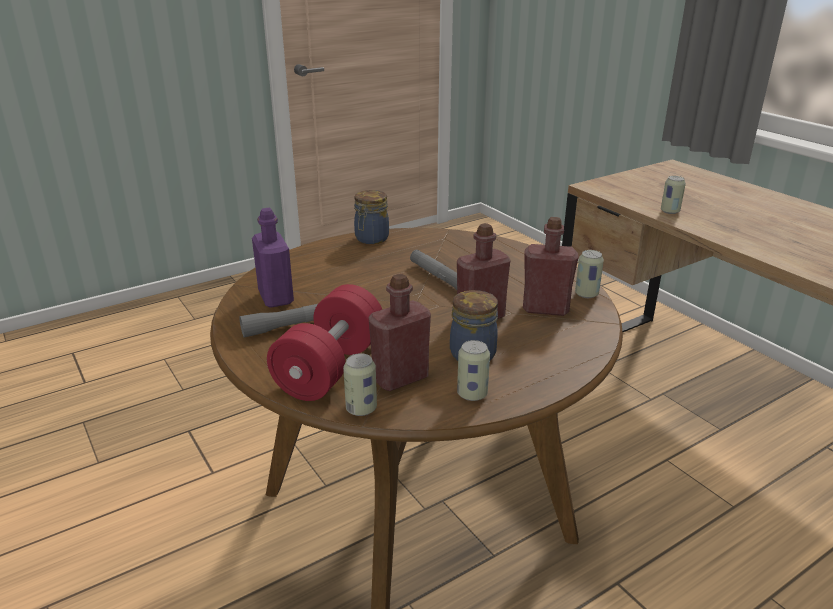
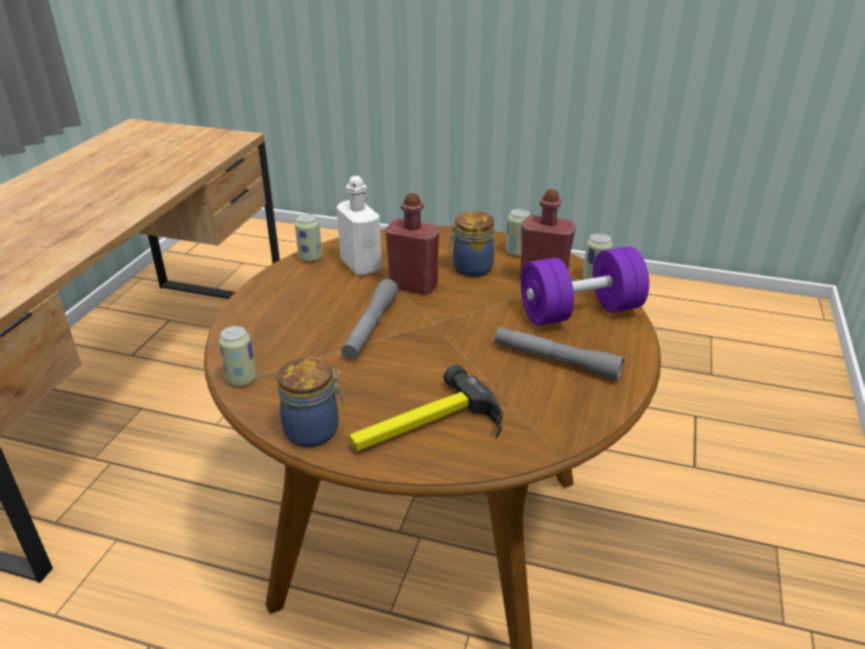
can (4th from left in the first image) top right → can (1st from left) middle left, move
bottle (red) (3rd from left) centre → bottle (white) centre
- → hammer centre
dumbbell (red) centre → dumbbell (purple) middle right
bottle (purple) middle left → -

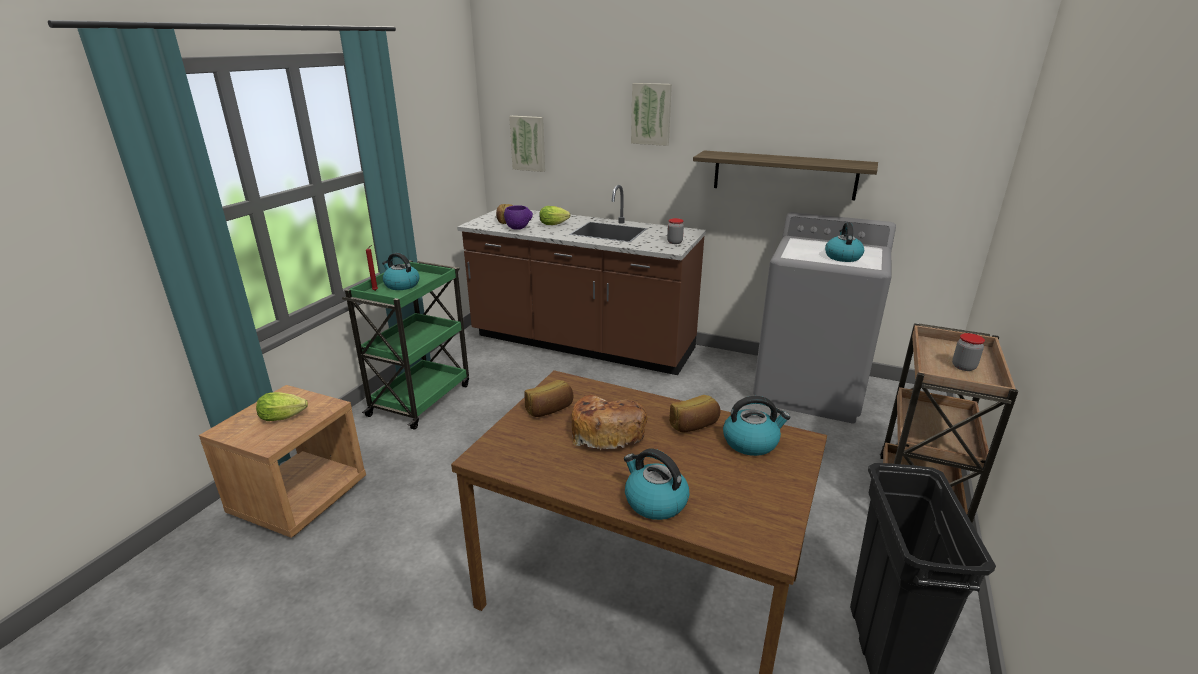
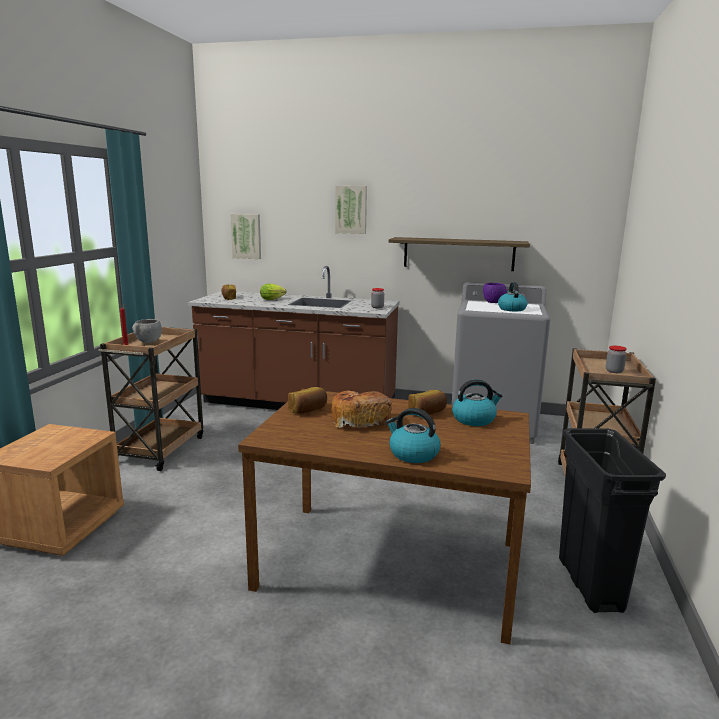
cart (green) centre → cart (brown) (1st from left) middle left
kettle (1st from left) centre → bowl (grey) middle left
bowl (purple) top centre → bowl (purple) middle right, move
lettuce (1st from left) middle left → -

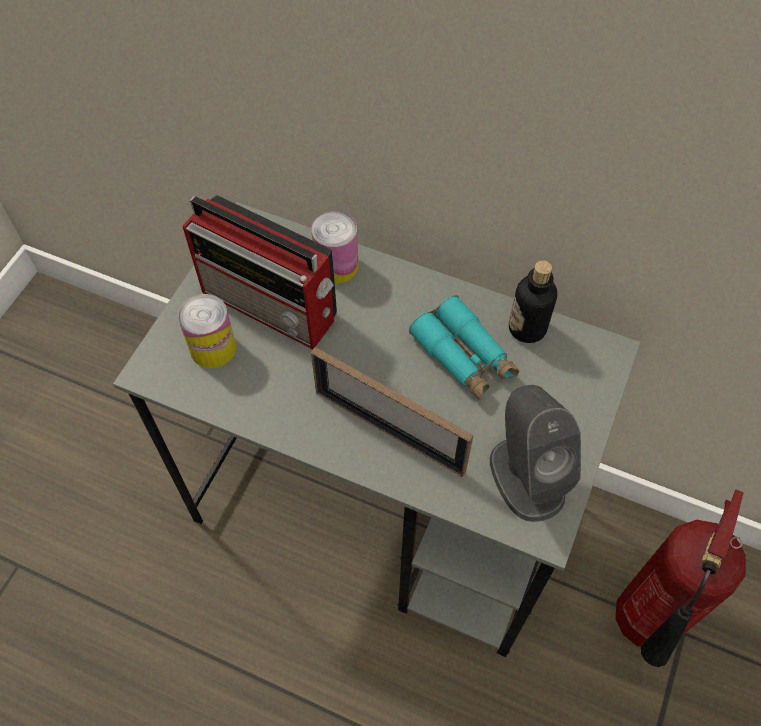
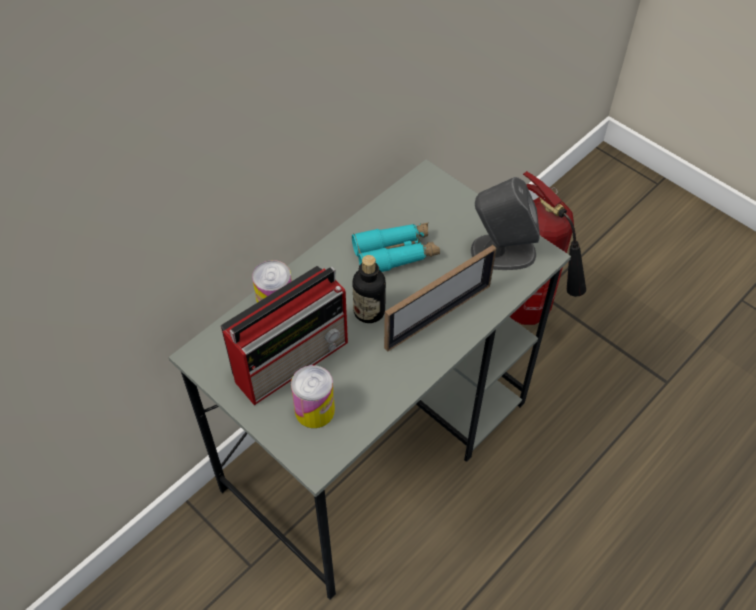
bottle middle right → bottle centre, move

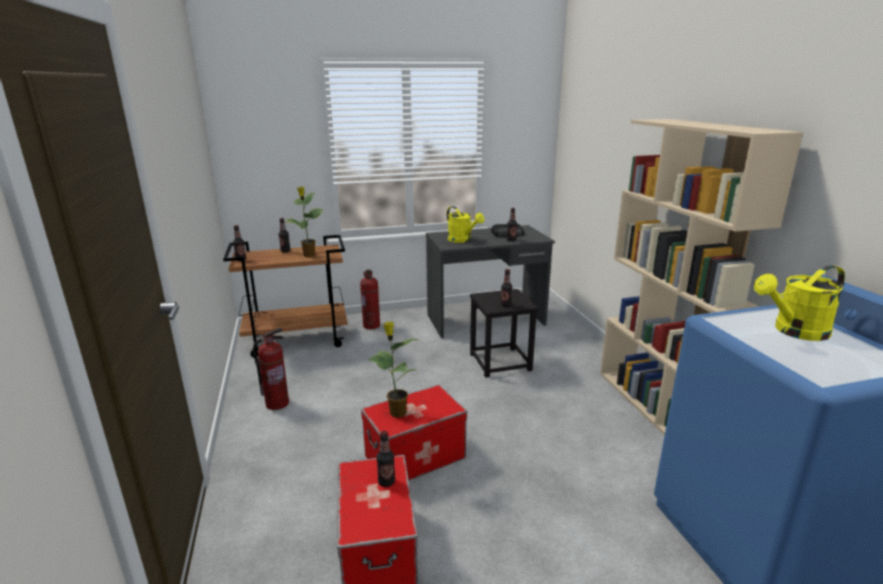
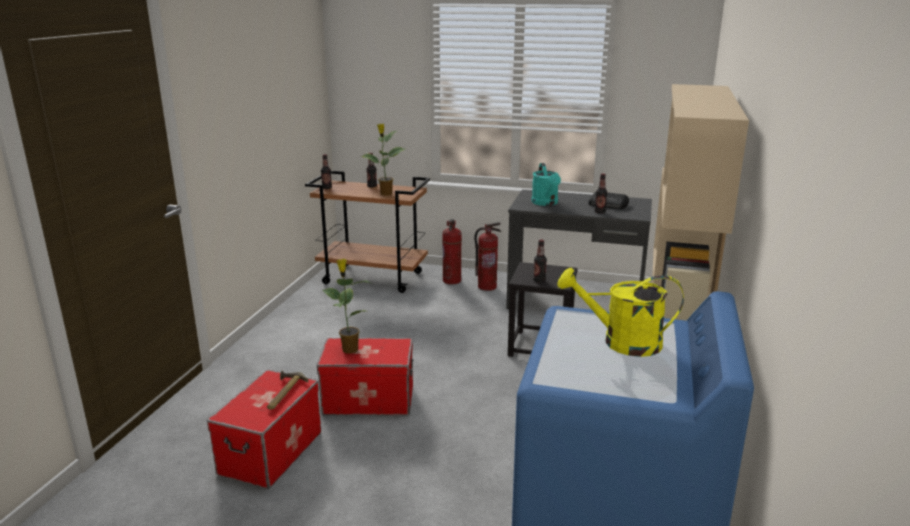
bottle (3rd from left) bottom centre → hammer bottom left
fire extinguisher (1st from left in the first image) middle left → fire extinguisher (2nd from left) centre, move
watering can (yellow) (1st from left) centre → watering can (turquoise) centre

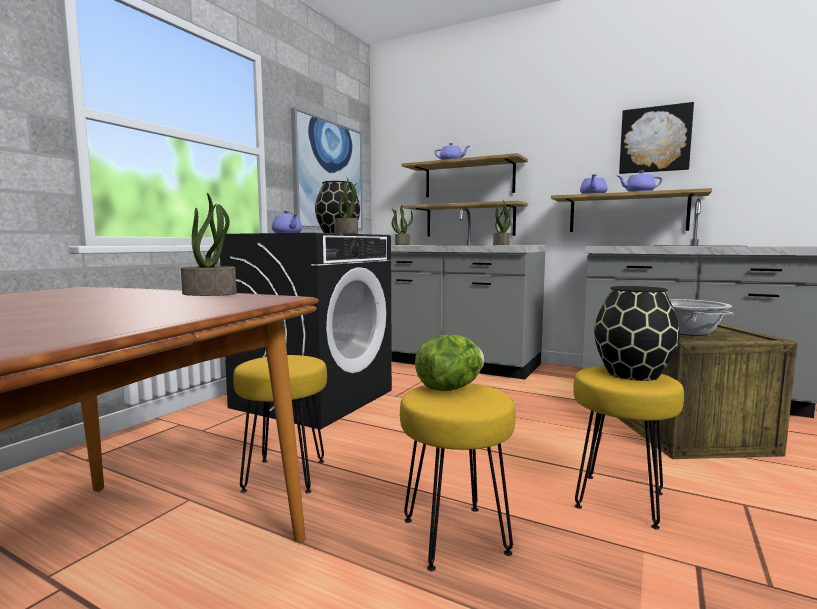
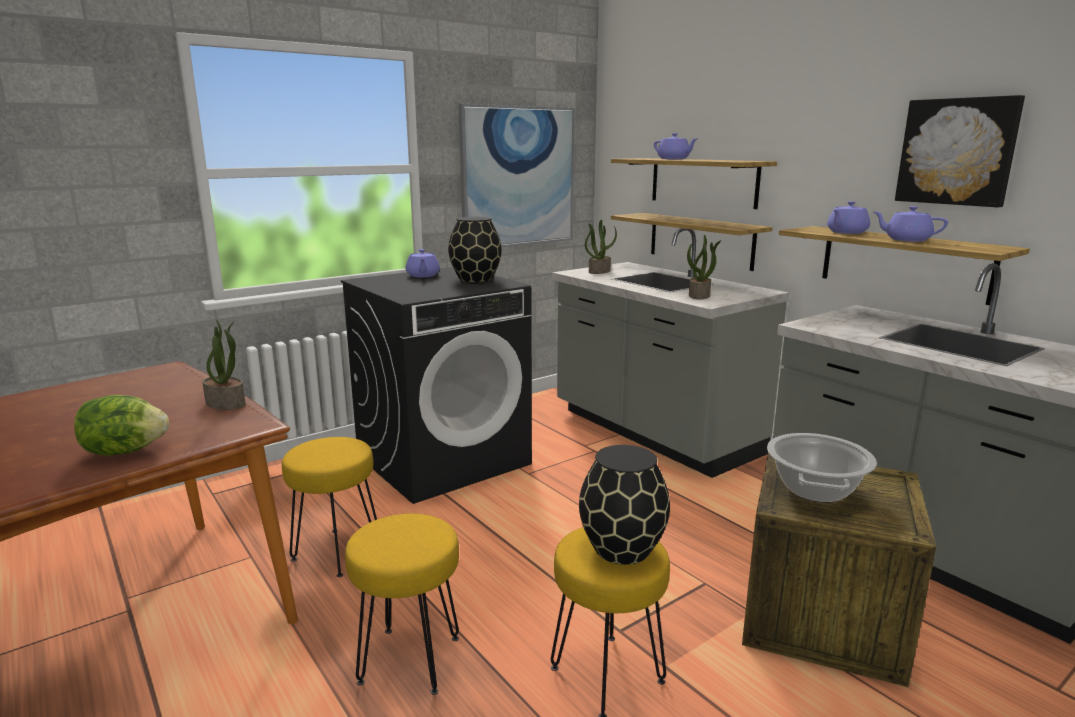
lettuce centre → lettuce middle left, move
potted plant (2nd from left) centre → -

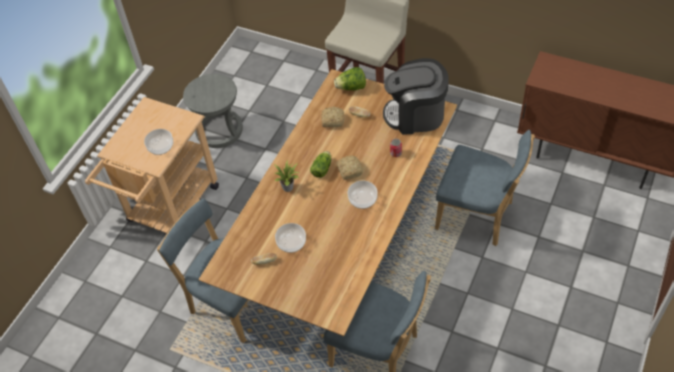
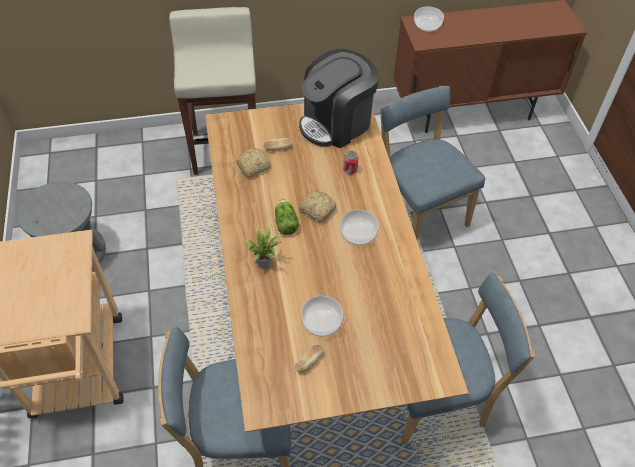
chair (blue) (3rd from left in the first image) middle right → chair (blue) (2nd from left) middle right, 105 degrees counterclockwise
bowl (1st from left in the first image) middle left → bowl (3rd from left) top right, move
lettuce (2nd from left) top centre → -

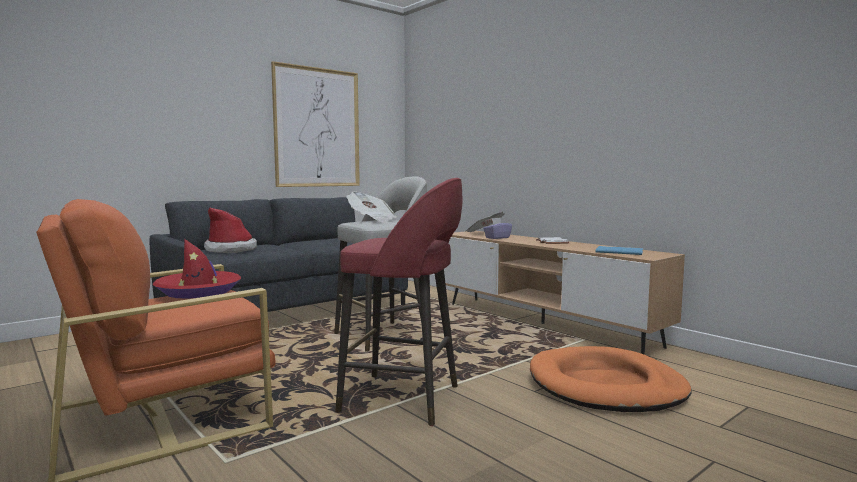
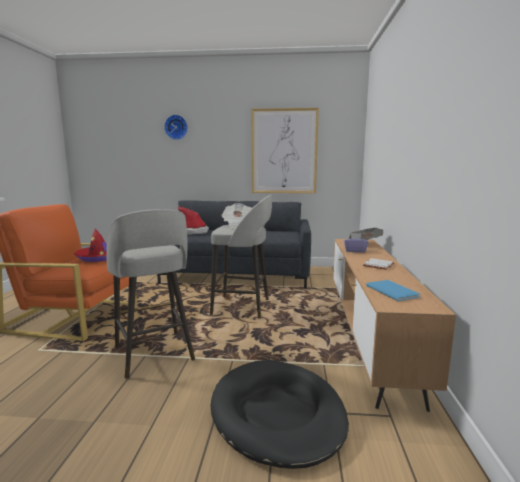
stool (red) centre → stool (grey) (1st from left) middle left
- → wall clock top centre
dog bed (orange) bottom right → dog bed (black) bottom centre

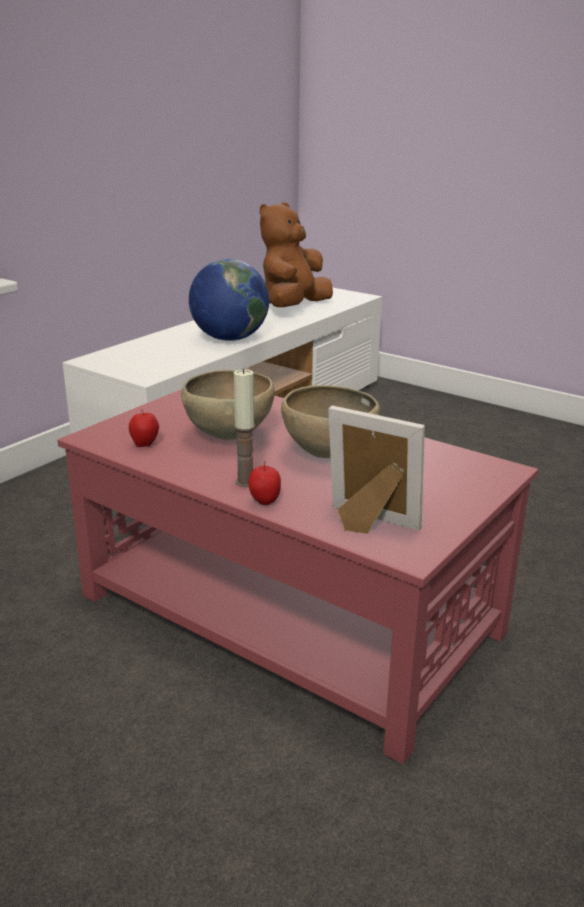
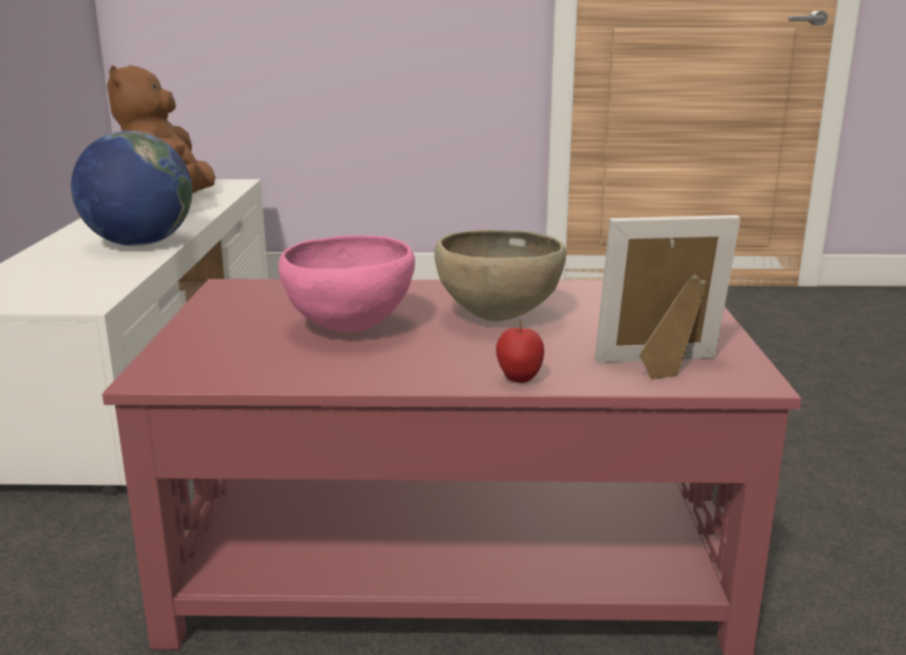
bowl (brown) (1st from left) centre → bowl (pink) centre
apple (1st from left) middle left → -
candle centre → -

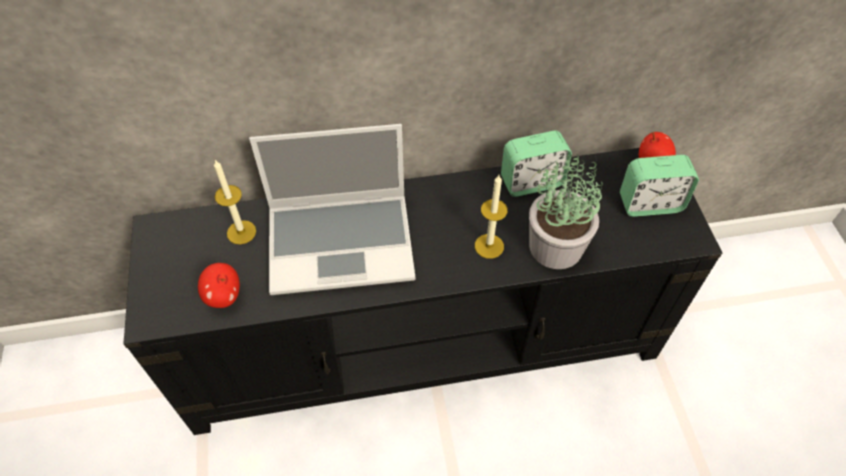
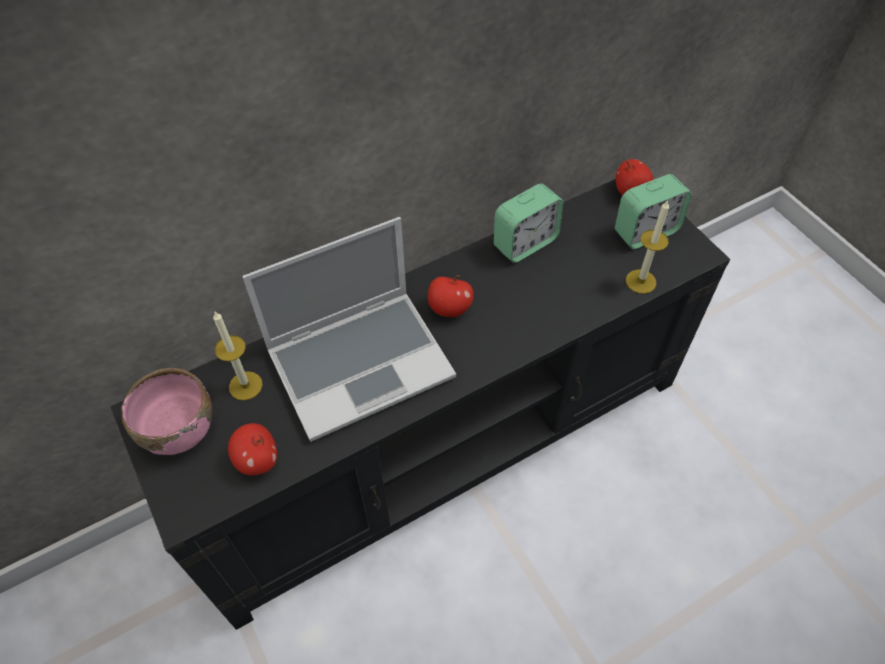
- → bowl (pink) middle left
- → apple (2nd from left) centre
candle (2nd from left) centre → candle (2nd from left) middle right, move
potted plant middle right → -

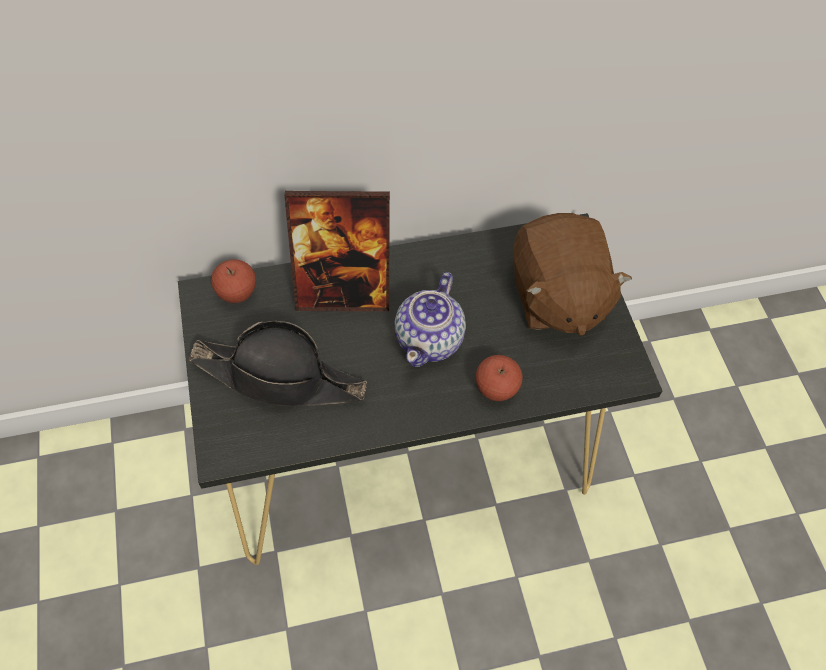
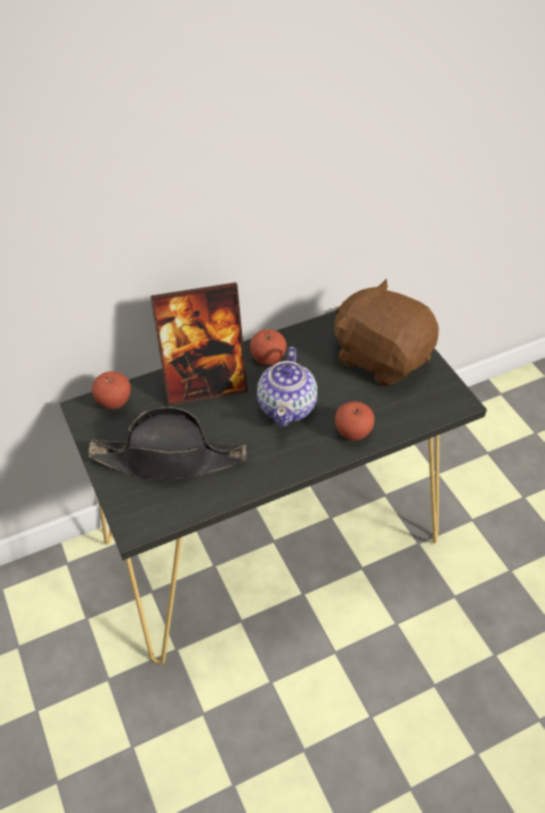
- → apple (2nd from left) centre
plush toy (brown) middle right, 150 degrees clockwise

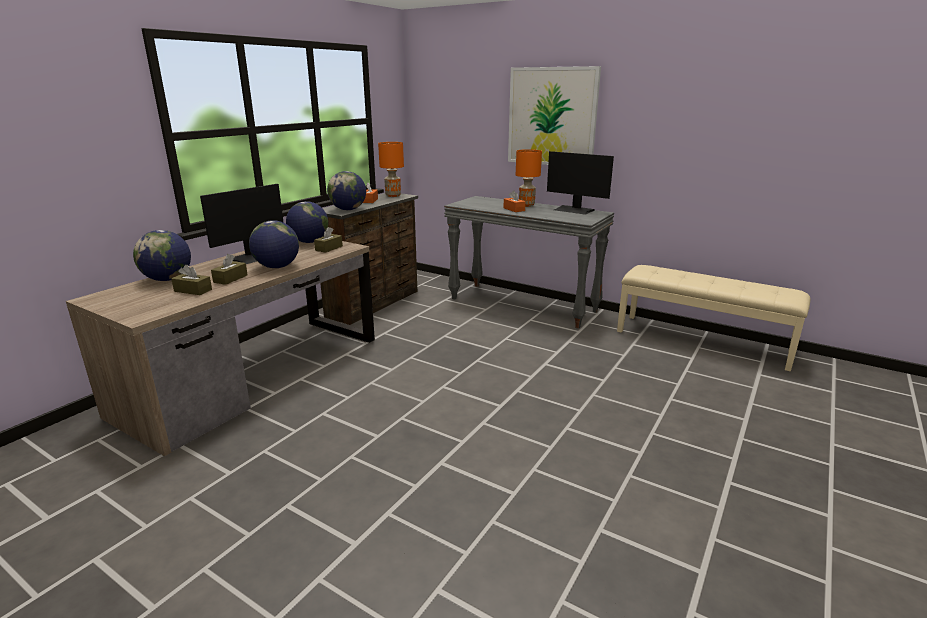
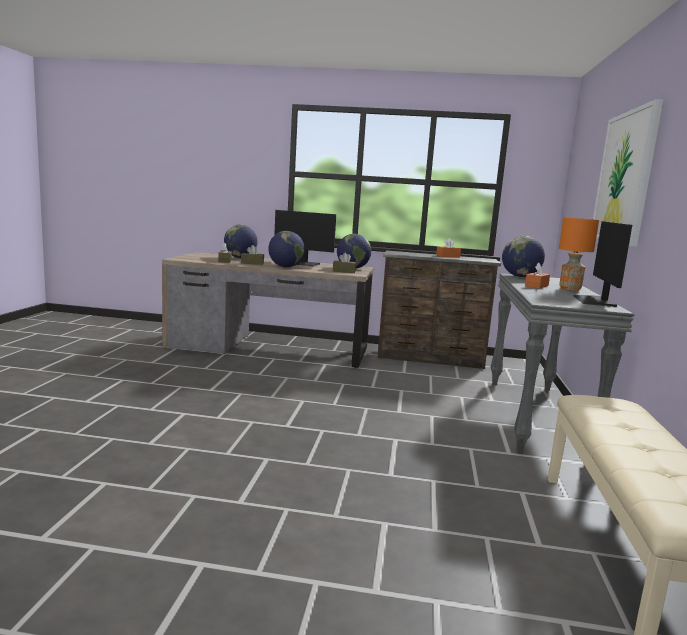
globe (4th from left) top centre → globe (4th from left) middle right, move
table lamp (orange) (1st from left) top centre → -

